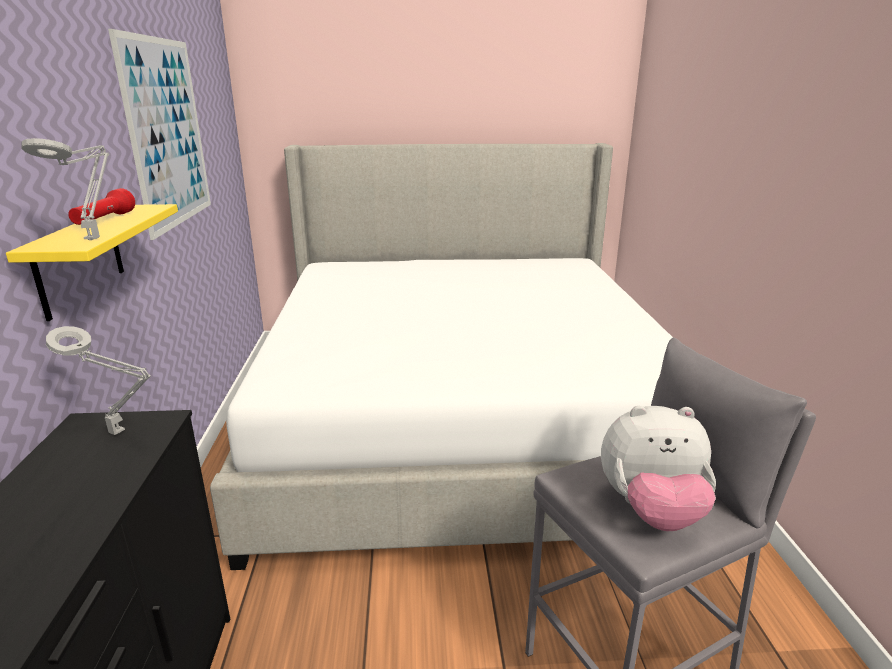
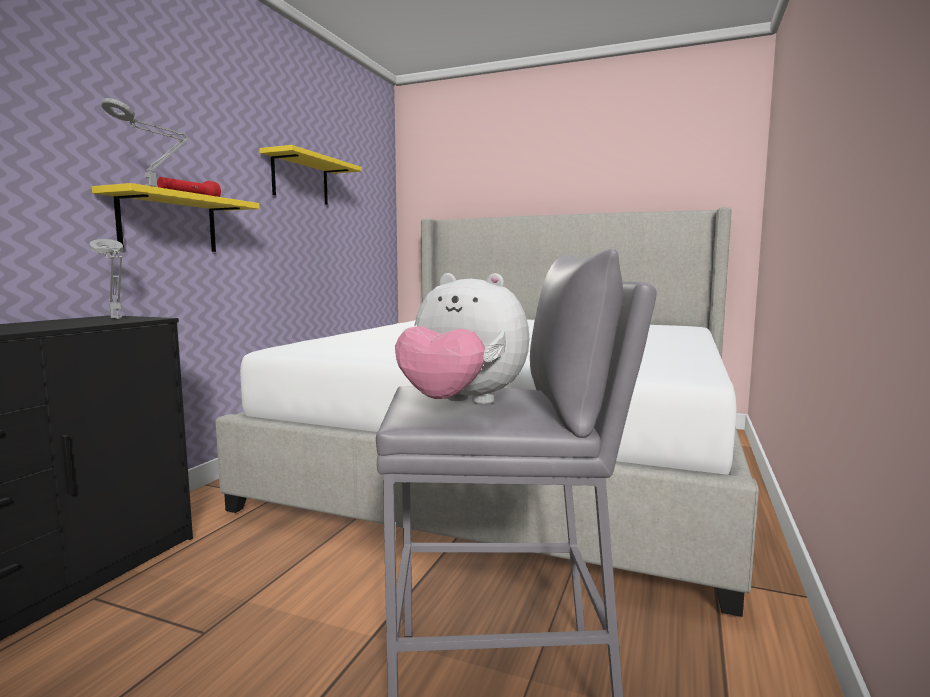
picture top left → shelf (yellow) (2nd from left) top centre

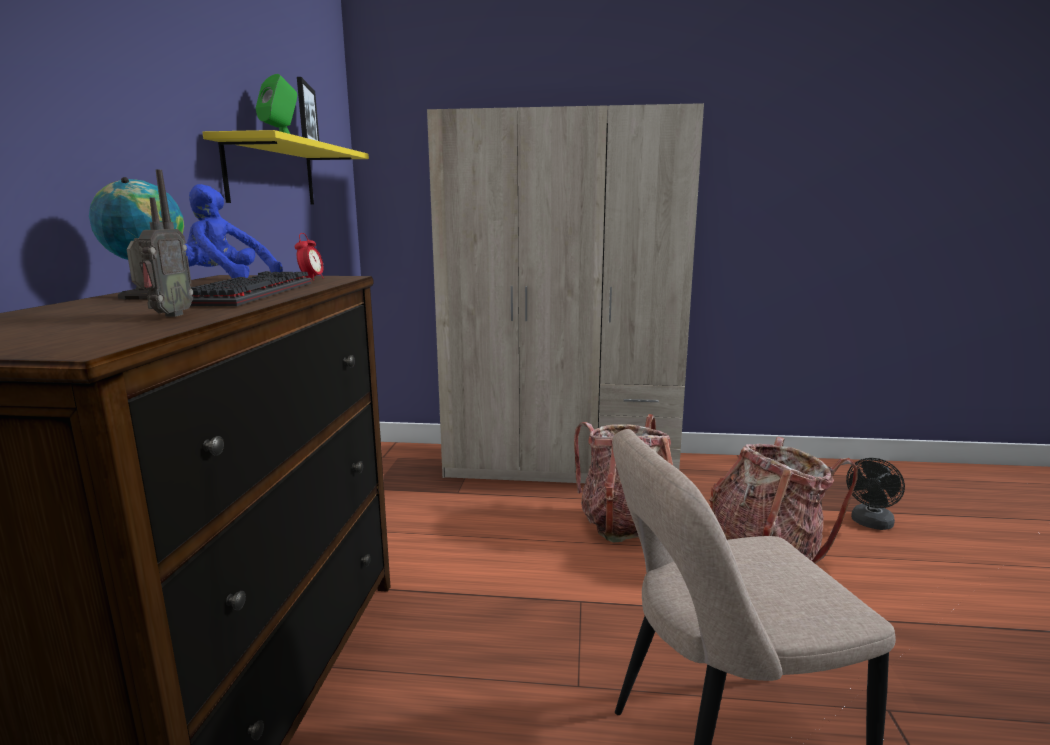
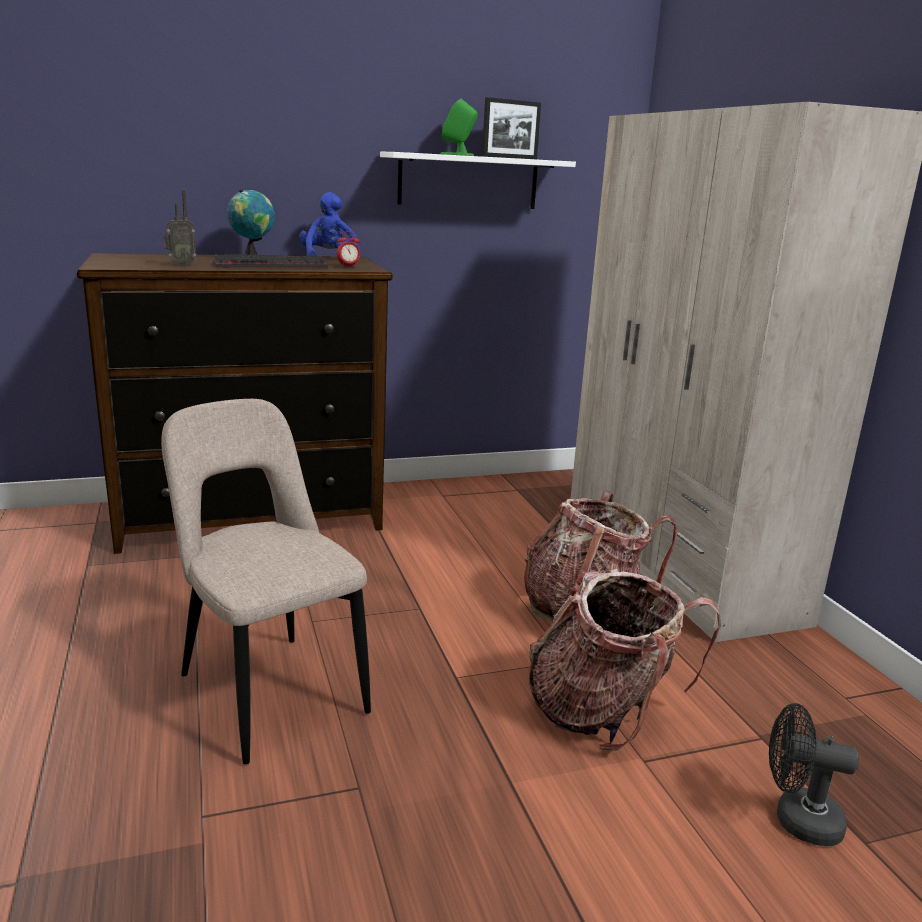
shelf (yellow) top left → shelf (white) top centre

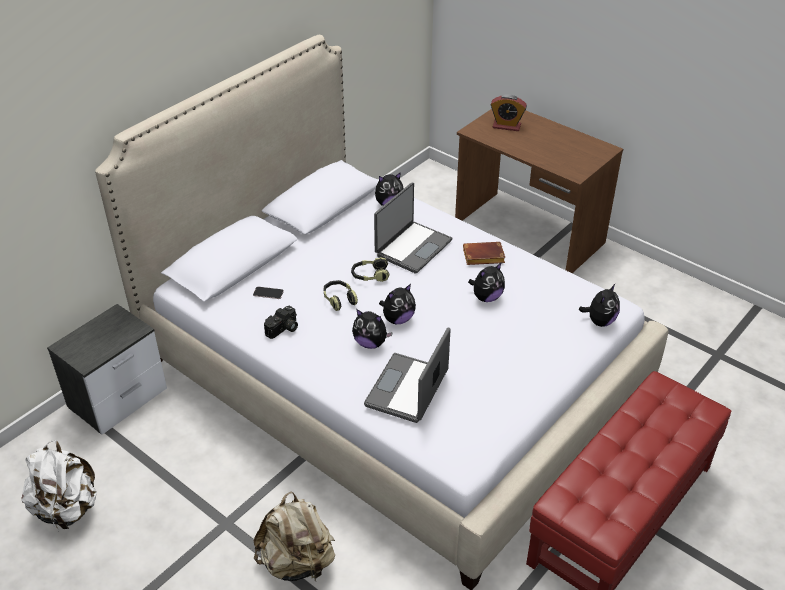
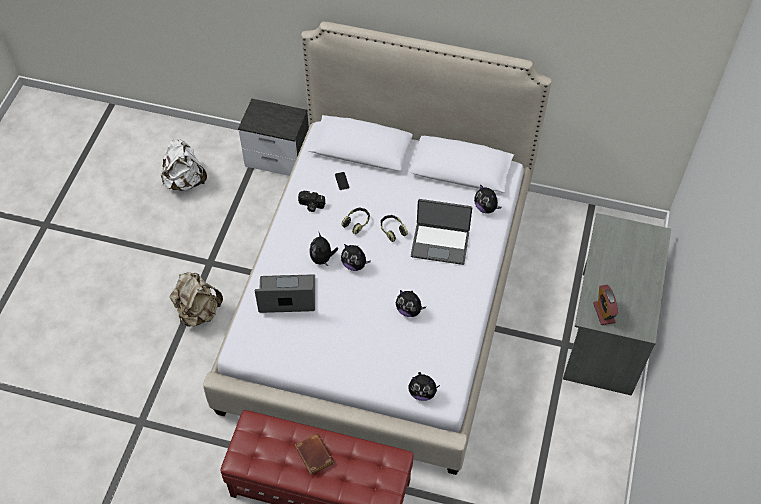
book (brown) centre → book (brown) bottom centre, move
desk (brown) top right → desk (grey) middle right
alarm clock top centre → alarm clock middle right, move

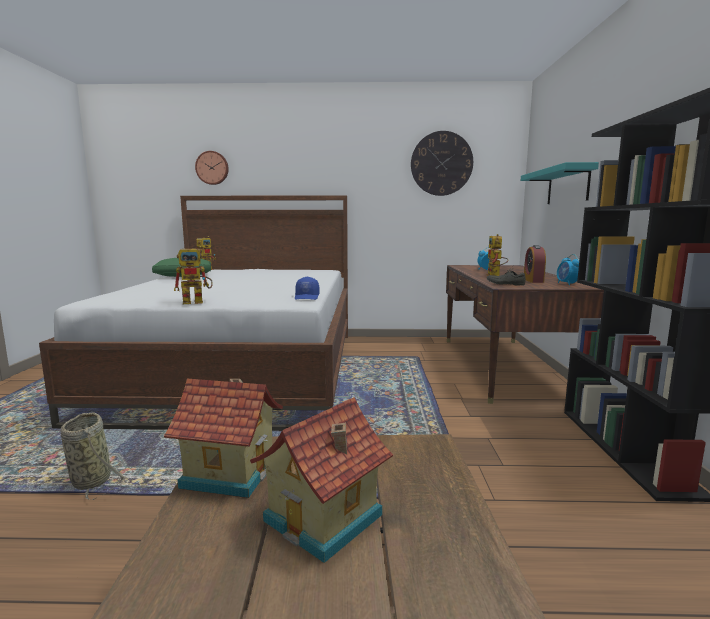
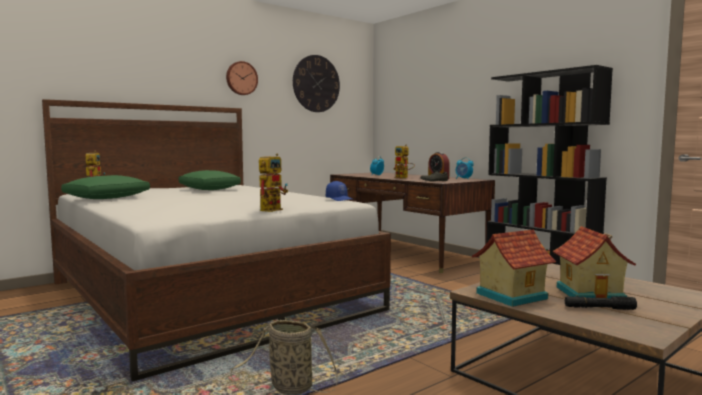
- → pillow (green) (2nd from left) middle left
wall clock (1st from left) top left → wall clock (1st from left) top centre, move
- → flashlight (black) bottom right
shelf (turquoise) top right → -

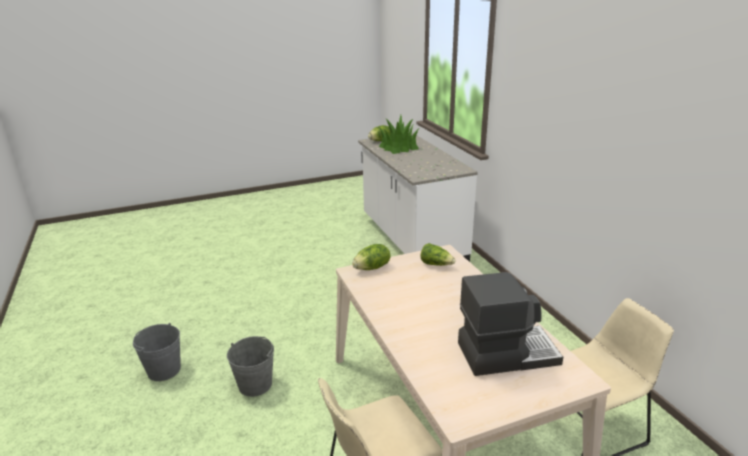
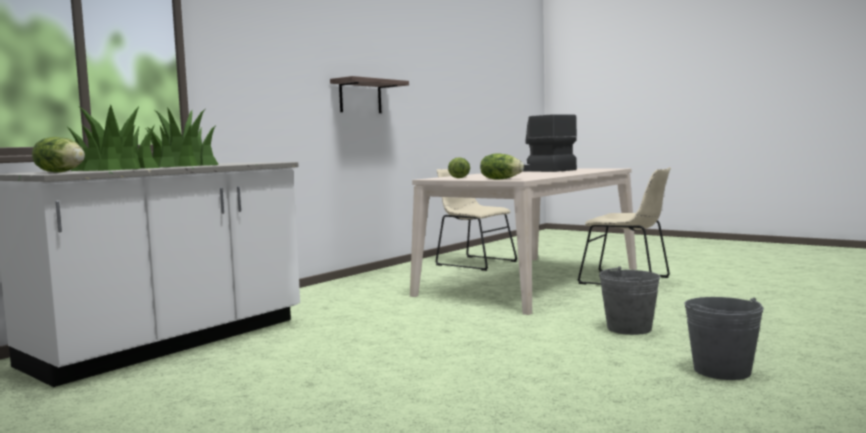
- → potted plant (2nd from left) top left
- → shelf top centre

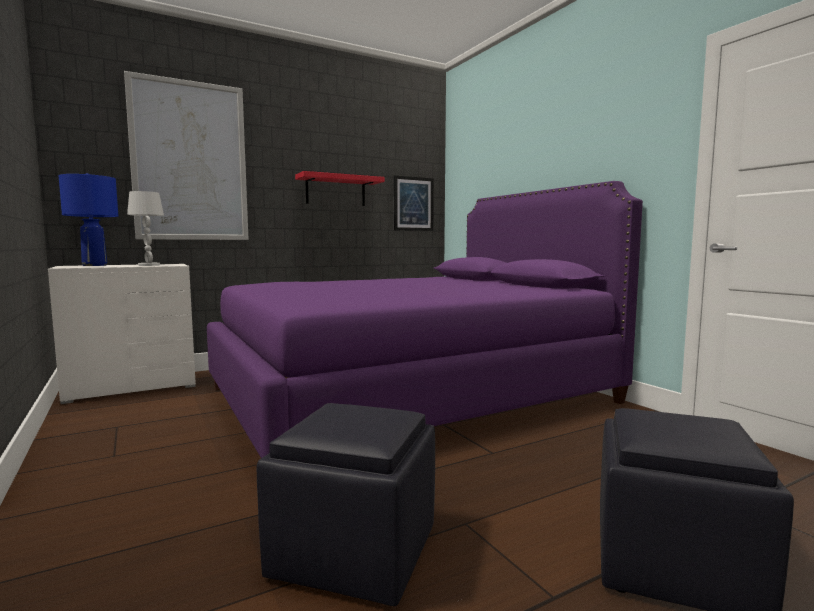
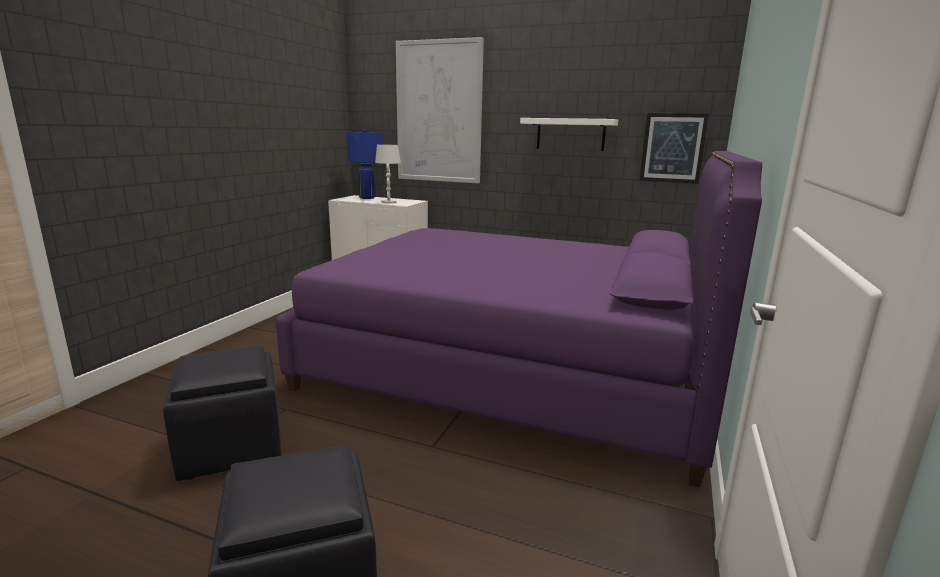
shelf (red) top centre → shelf (white) top centre

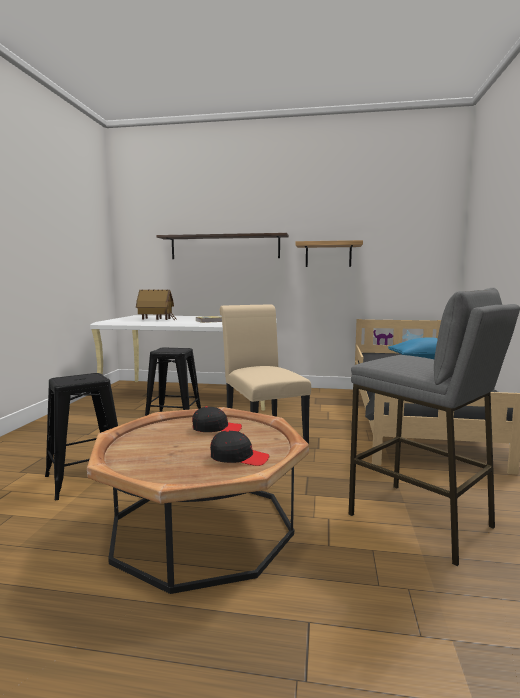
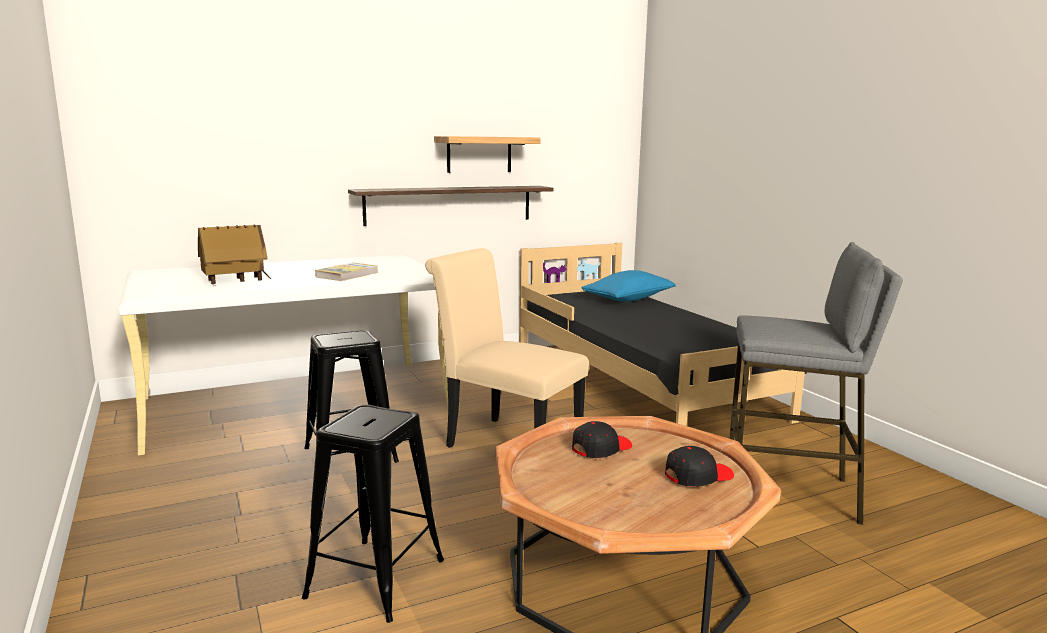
shelf (1st from left) centre → shelf (1st from left) top centre, move

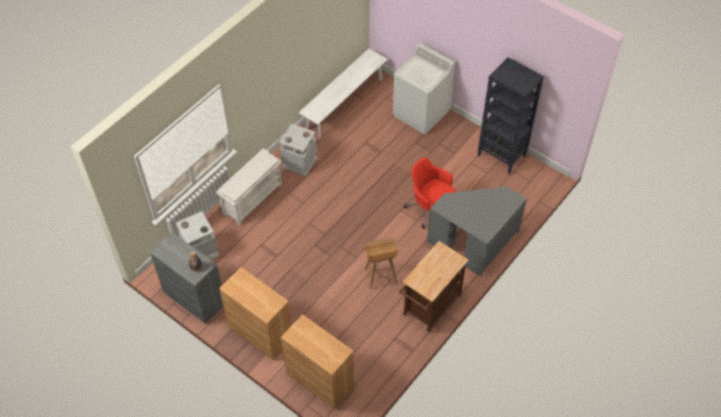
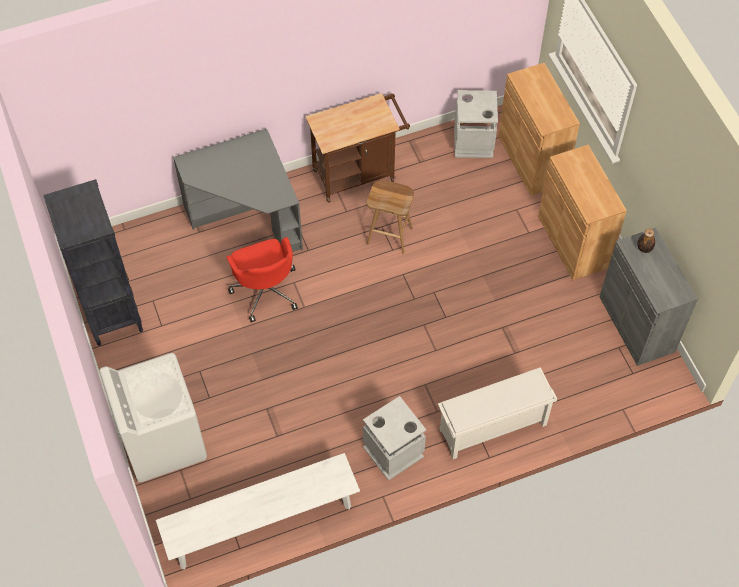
trash can (grey) (1st from left in the first image) middle left → trash can (grey) (2nd from left) top centre, move

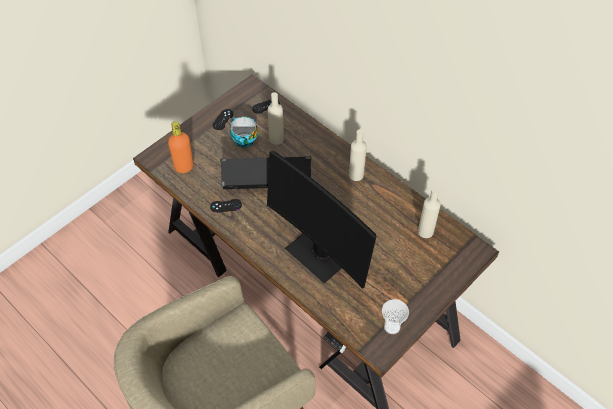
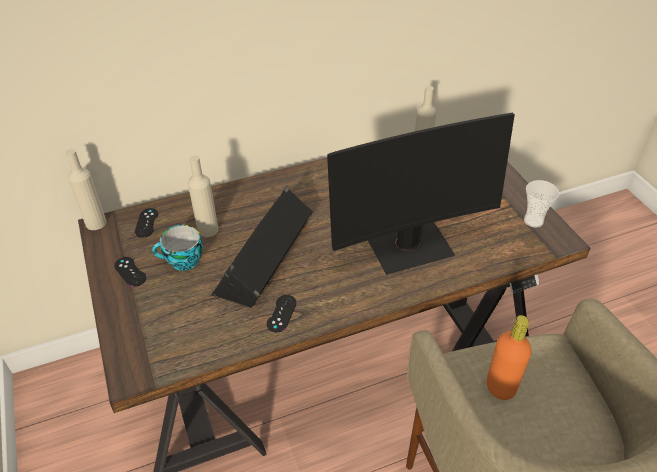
bottle (beige) (2nd from left in the first image) centre → bottle (beige) (1st from left) middle left, move
bottle (orange) middle left → bottle (orange) bottom right, move

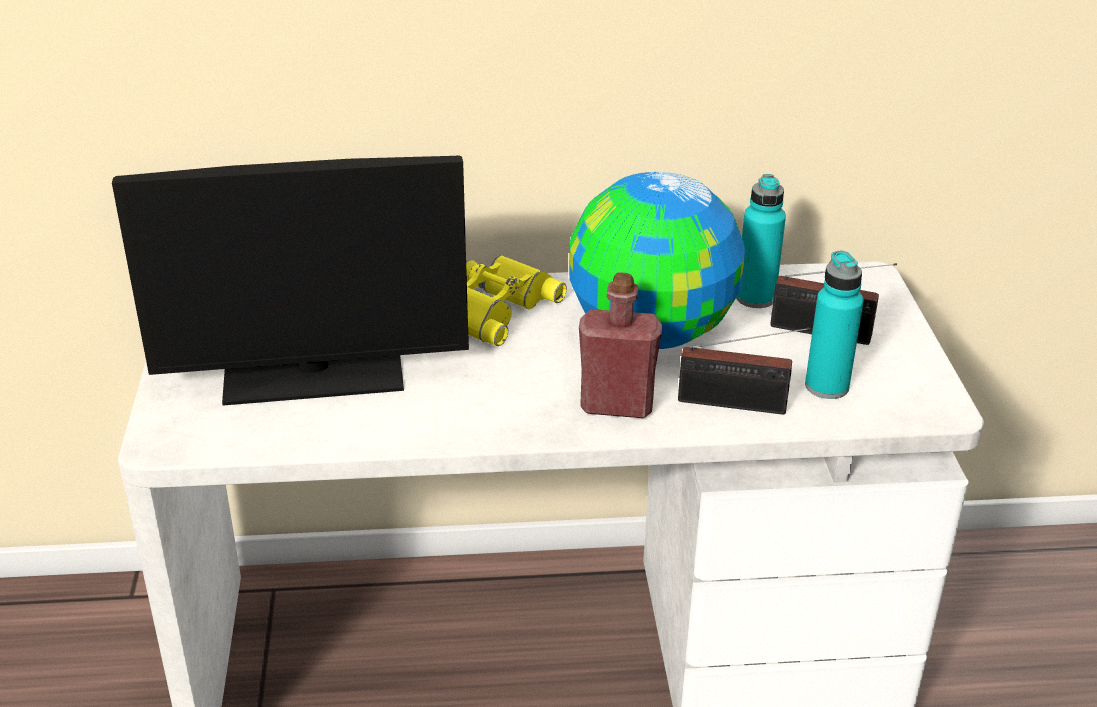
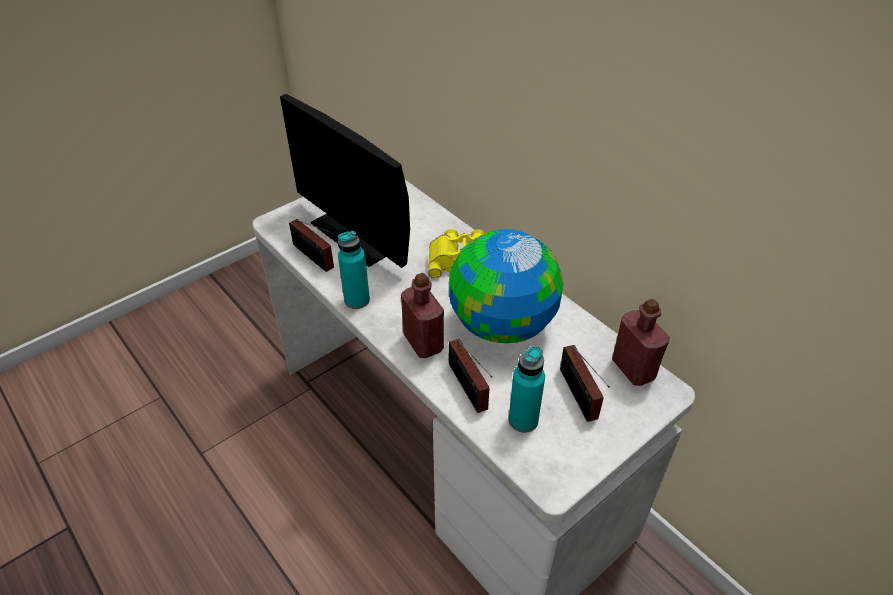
- → radio (1st from left) centre
bottle (turquoise) (1st from left) middle right → bottle (turquoise) (1st from left) centre, move
- → bottle (red) (2nd from left) middle right

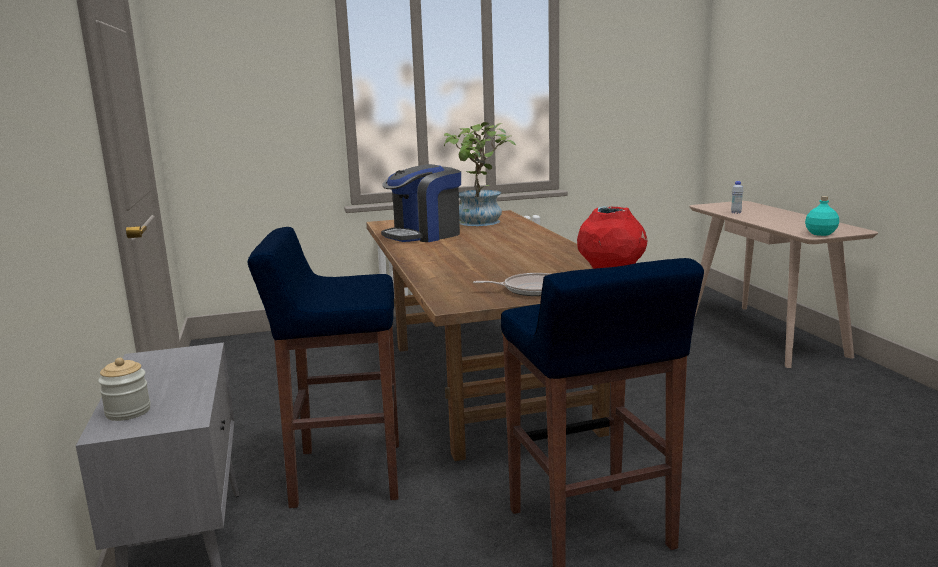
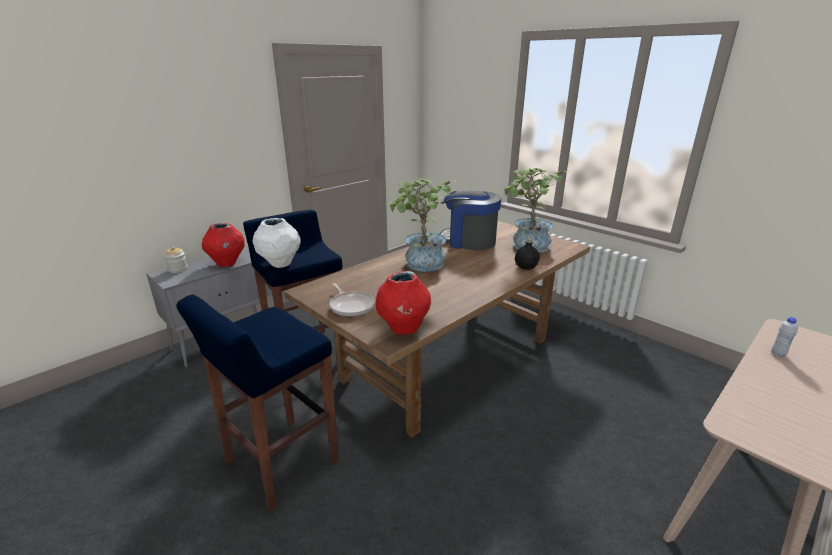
- → vase (red) (1st from left) middle left
- → vase (white) middle left
- → potted plant (1st from left) centre
- → bottle (black) centre
bottle (turquoise) middle right → -

